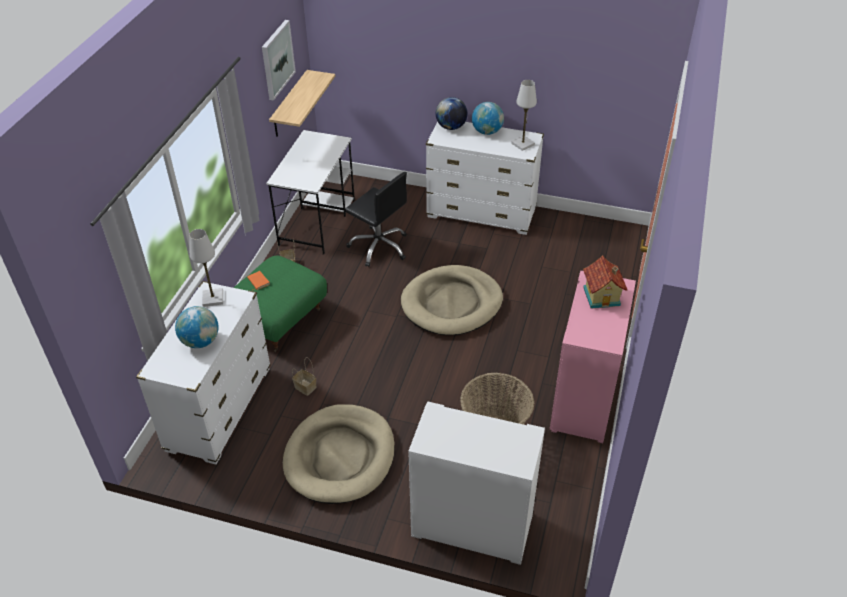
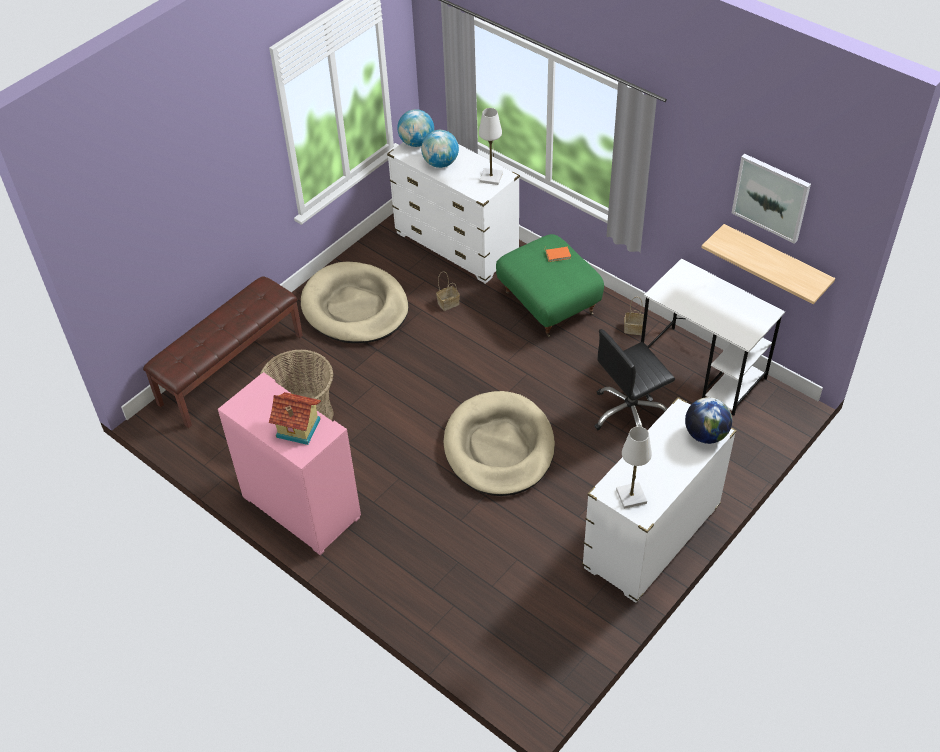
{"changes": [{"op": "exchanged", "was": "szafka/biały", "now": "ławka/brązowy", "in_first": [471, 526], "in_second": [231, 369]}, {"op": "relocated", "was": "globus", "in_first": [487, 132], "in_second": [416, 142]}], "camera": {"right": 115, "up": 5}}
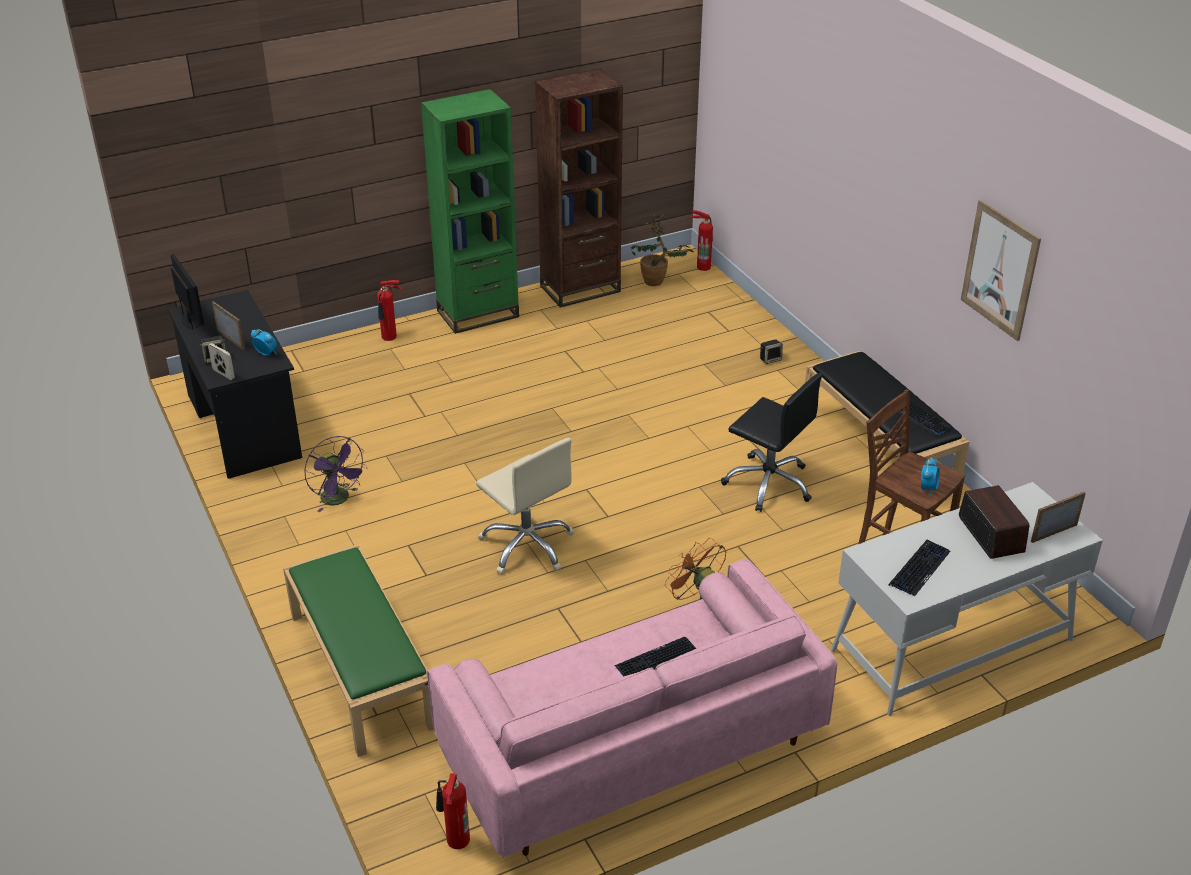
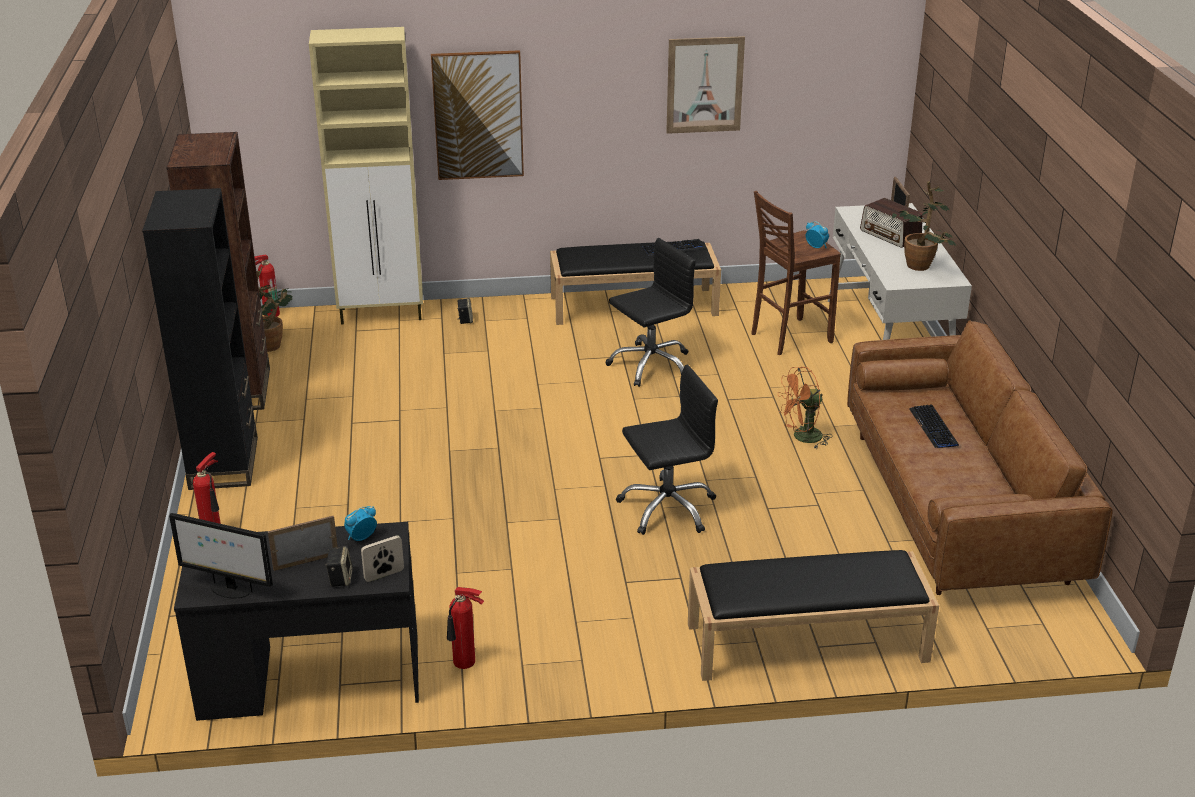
{"changes": [{"op": "colour", "was": "regał/zielony", "now": "regał/czarny", "in_first": [478, 314], "in_second": [224, 463]}, {"op": "spun", "was": "monitor", "in_first": [191, 321], "in_second": [229, 590], "clockwise": -150}, {"op": "appeared", "now": "szafka/beżowy", "in_second": [382, 314]}, {"op": "appeared", "now": "obraz", "in_second": [478, 115]}, {"op": "relocated", "was": "gaśnica", "in_first": [455, 841], "in_second": [464, 663]}, {"op": "colour", "was": "krzesło biurowe/beżowy", "now": "krzesło biurowe/czarny", "in_first": [527, 545], "in_second": [667, 508]}, {"op": "colour", "was": "ławka/zielony", "now": "ławka/czarny", "in_first": [360, 668], "in_second": [805, 643]}, {"op": "colour", "was": "kanapa/różowy", "now": "kanapa/brązowy", "in_first": [630, 746], "in_second": [957, 506]}, {"op": "spun", "was": "radio", "in_first": [990, 534], "in_second": [890, 235], "clockwise": -135}, {"op": "exchanged", "was": "klawiatura", "now": "roślina doniczkowa", "in_first": [919, 568], "in_second": [920, 268]}, {"op": "missing", "was": "wentylator/fioletowy", "in_first": [339, 500]}], "camera": {"right": -70, "up": -5}}
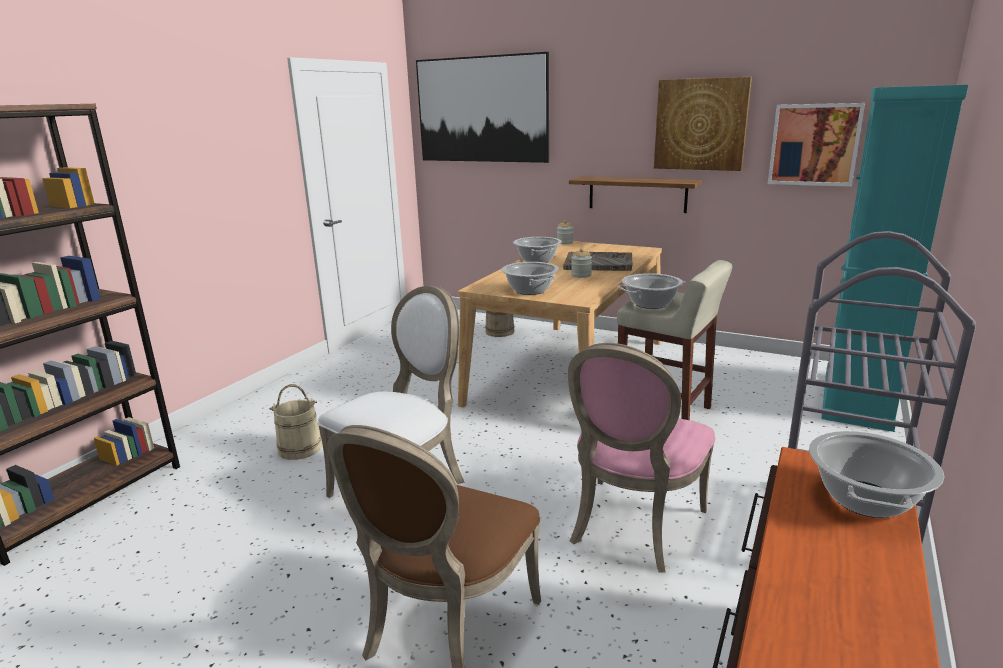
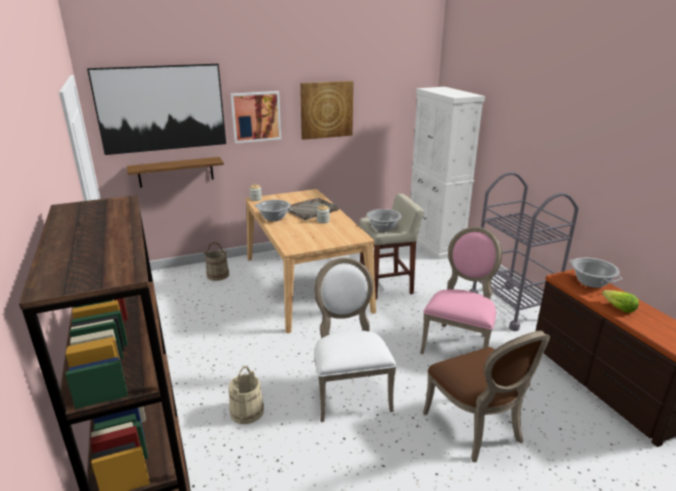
{"changes": [{"op": "relocated", "was": "półka", "in_first": [637, 194], "in_second": [176, 172]}, {"op": "relocated", "was": "obraz", "in_first": [814, 145], "in_second": [256, 116]}, {"op": "colour", "was": "szafka/turkusowy", "now": "szafka/biały", "in_first": [856, 399], "in_second": [435, 244]}, {"op": "spun", "was": "krzesło/różowy", "in_first": [632, 527], "in_second": [459, 343], "clockwise": -135}, {"op": "appeared", "now": "sałata", "in_second": [618, 308]}, {"op": "missing", "was": "garnek", "in_first": [529, 290]}], "camera": {"right": -50, "up": 5}}
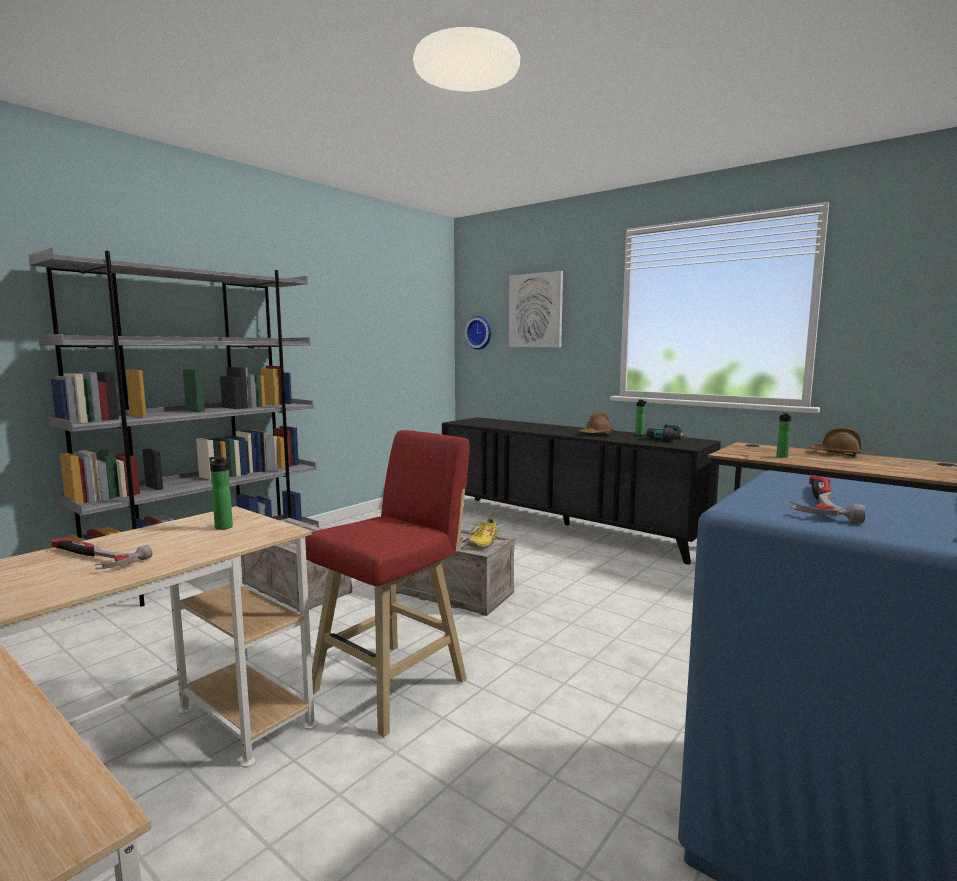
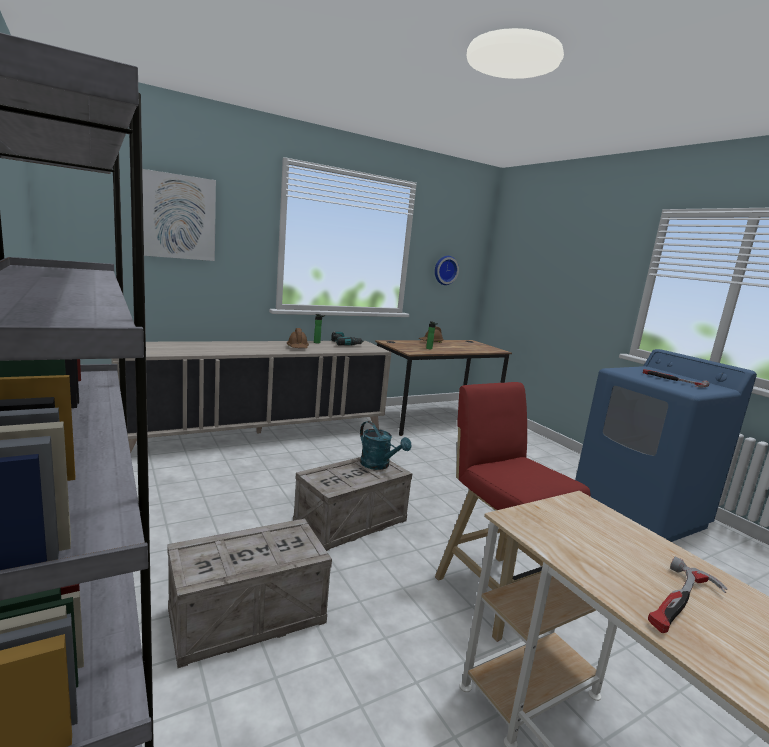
{"changes": [{"op": "colour", "was": "szafka/czarny", "now": "szafka/beżowy", "in_first": [564, 526], "in_second": [259, 434]}, {"op": "exchanged", "was": "but/żółty", "now": "konewka/turkusowy", "in_first": [483, 542], "in_second": [379, 465]}, {"op": "relocated", "was": "zegar ścienny", "in_first": [480, 332], "in_second": [445, 270]}, {"op": "missing", "was": "butelka", "in_first": [223, 526]}], "camera": {"right": -70, "up": 5}}
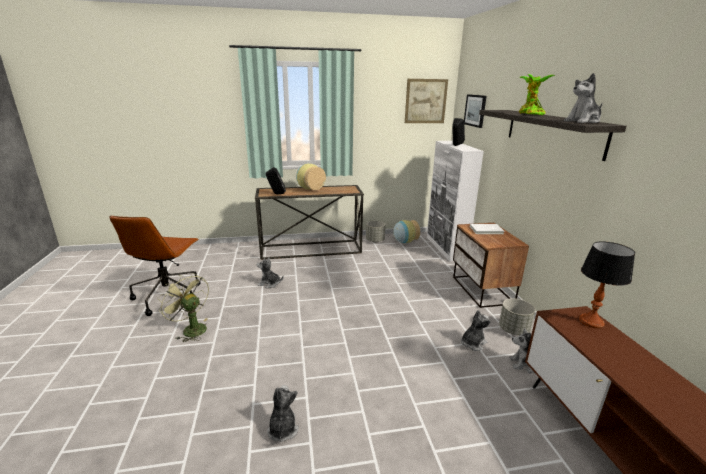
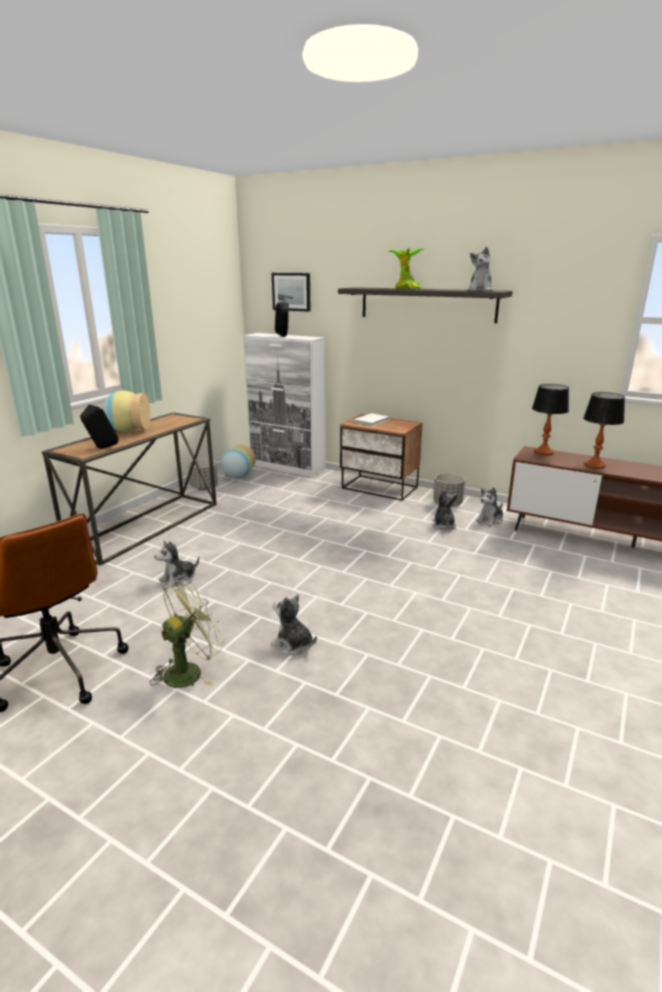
{"changes": [{"op": "spun", "was": "wentylator/zielony", "in_first": [191, 329], "in_second": [189, 671], "clockwise": 150}, {"op": "relocated", "was": "pluszak", "in_first": [282, 429], "in_second": [293, 644]}, {"op": "appeared", "now": "lampa stołowa", "in_second": [594, 465]}, {"op": "missing", "was": "obraz", "in_first": [425, 101]}], "camera": {"right": -50, "up": 0}}
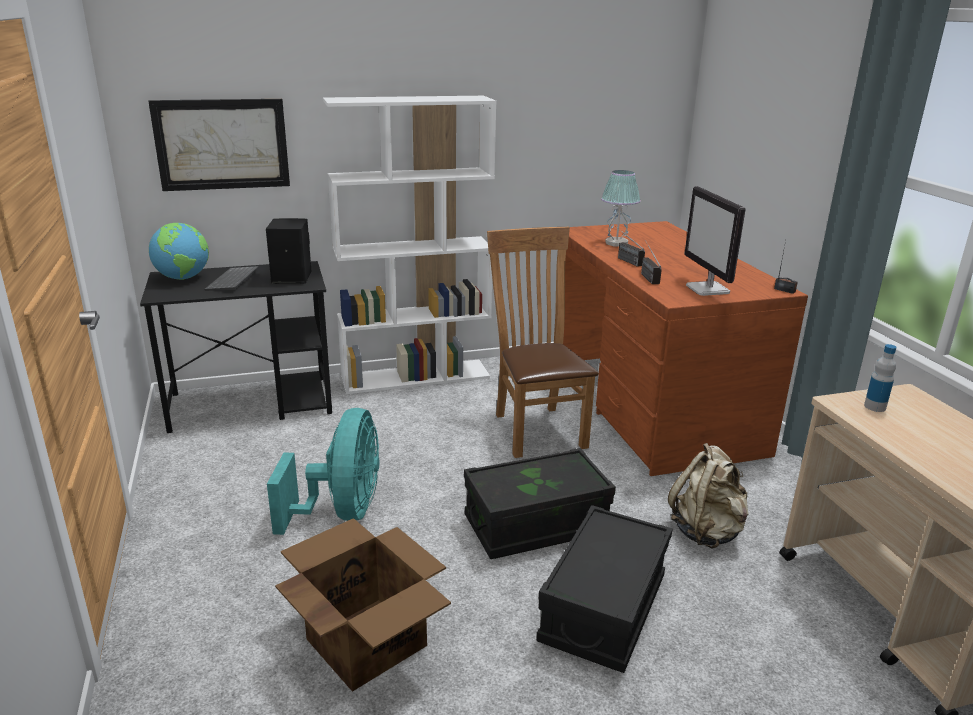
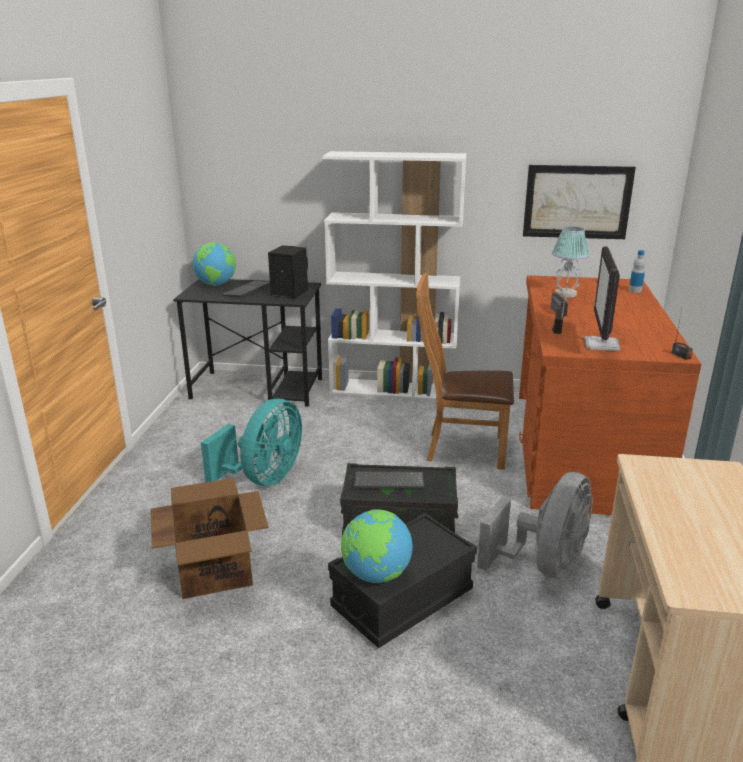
{"changes": [{"op": "appeared", "now": "globus", "in_second": [376, 575]}, {"op": "appeared", "now": "klawiatura", "in_second": [388, 482]}, {"op": "spun", "was": "krzesło/brązowy", "in_first": [536, 428], "in_second": [460, 448], "clockwise": -90}, {"op": "exchanged", "was": "plecak/beżowy", "now": "wentylator/szary", "in_first": [706, 531], "in_second": [544, 565]}, {"op": "relocated", "was": "obraz", "in_first": [222, 144], "in_second": [577, 202]}, {"op": "relocated", "was": "butelka", "in_first": [875, 407], "in_second": [635, 290]}], "camera": {"right": 25, "up": 0}}
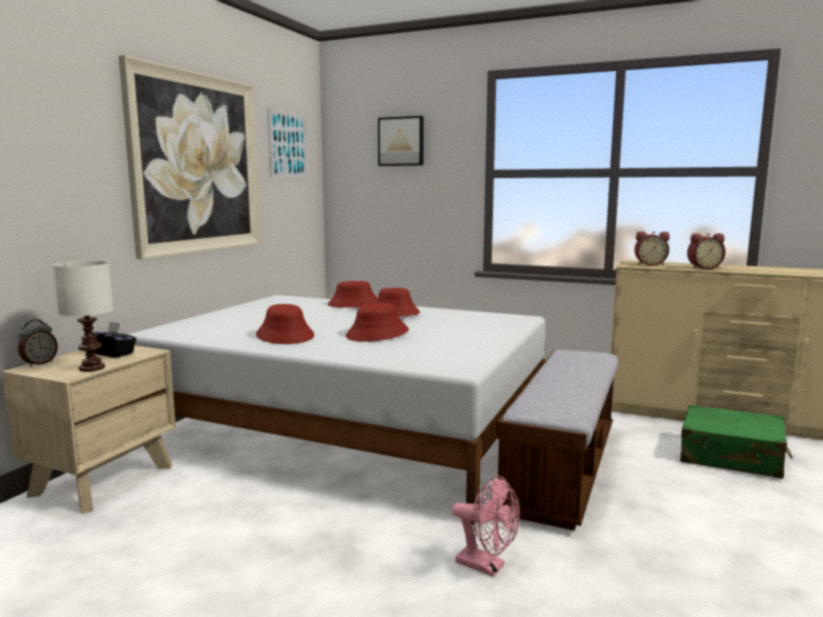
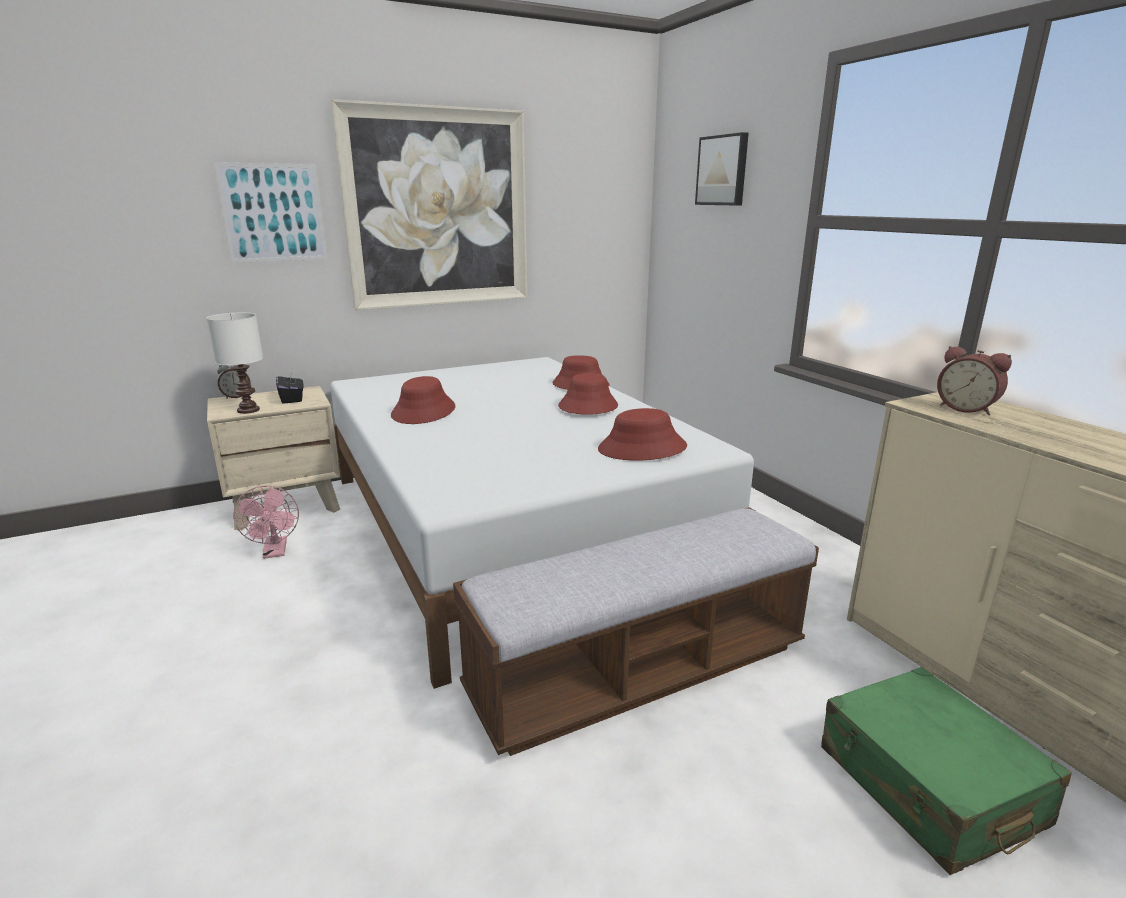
{"changes": [{"op": "relocated", "was": "obraz", "in_first": [288, 145], "in_second": [273, 213]}, {"op": "relocated", "was": "wentylator/różowy", "in_first": [487, 566], "in_second": [275, 552]}, {"op": "relocated", "was": "kapelusz/czerwony", "in_first": [377, 334], "in_second": [642, 448]}, {"op": "missing", "was": "budzik", "in_first": [703, 268]}], "camera": {"right": 40, "up": 10}}
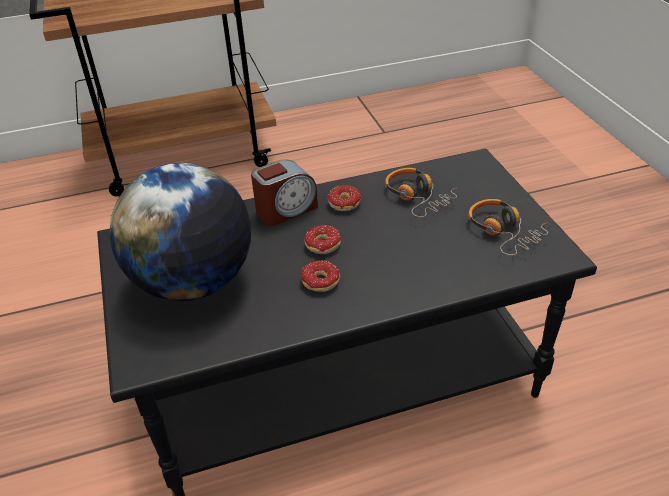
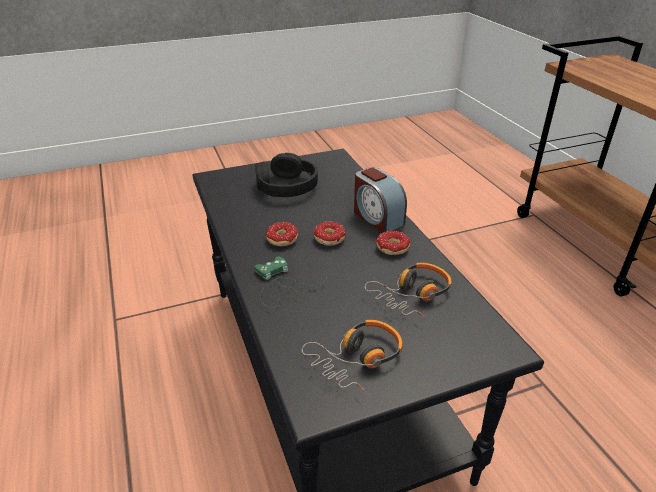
{"changes": [{"op": "appeared", "now": "pad do gier/zielony", "in_second": [281, 285]}, {"op": "exchanged", "was": "globus", "now": "słuchawki/czarny", "in_first": [194, 282], "in_second": [286, 187]}], "camera": {"right": 85, "up": -5}}
